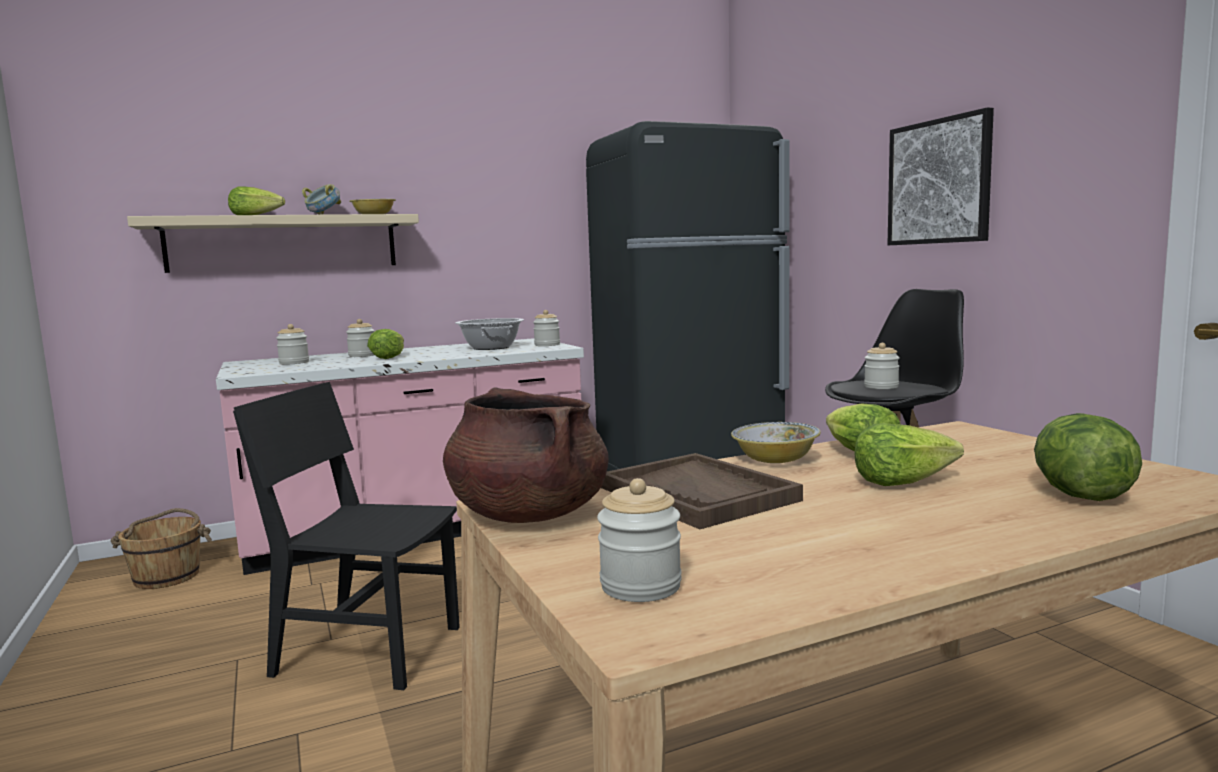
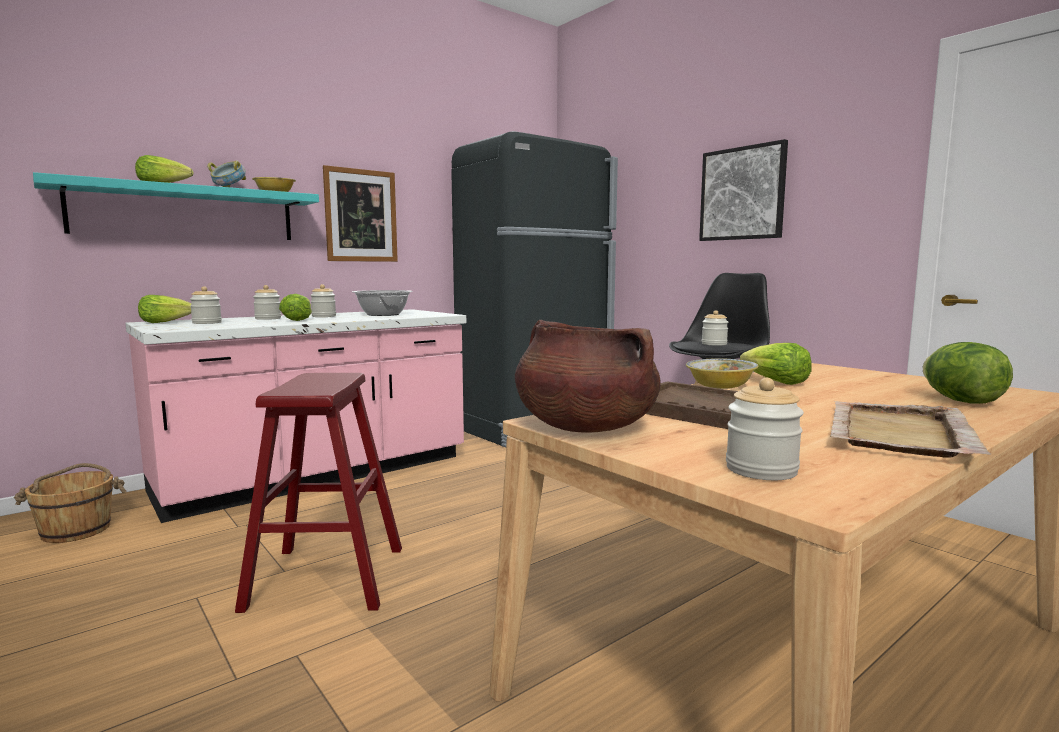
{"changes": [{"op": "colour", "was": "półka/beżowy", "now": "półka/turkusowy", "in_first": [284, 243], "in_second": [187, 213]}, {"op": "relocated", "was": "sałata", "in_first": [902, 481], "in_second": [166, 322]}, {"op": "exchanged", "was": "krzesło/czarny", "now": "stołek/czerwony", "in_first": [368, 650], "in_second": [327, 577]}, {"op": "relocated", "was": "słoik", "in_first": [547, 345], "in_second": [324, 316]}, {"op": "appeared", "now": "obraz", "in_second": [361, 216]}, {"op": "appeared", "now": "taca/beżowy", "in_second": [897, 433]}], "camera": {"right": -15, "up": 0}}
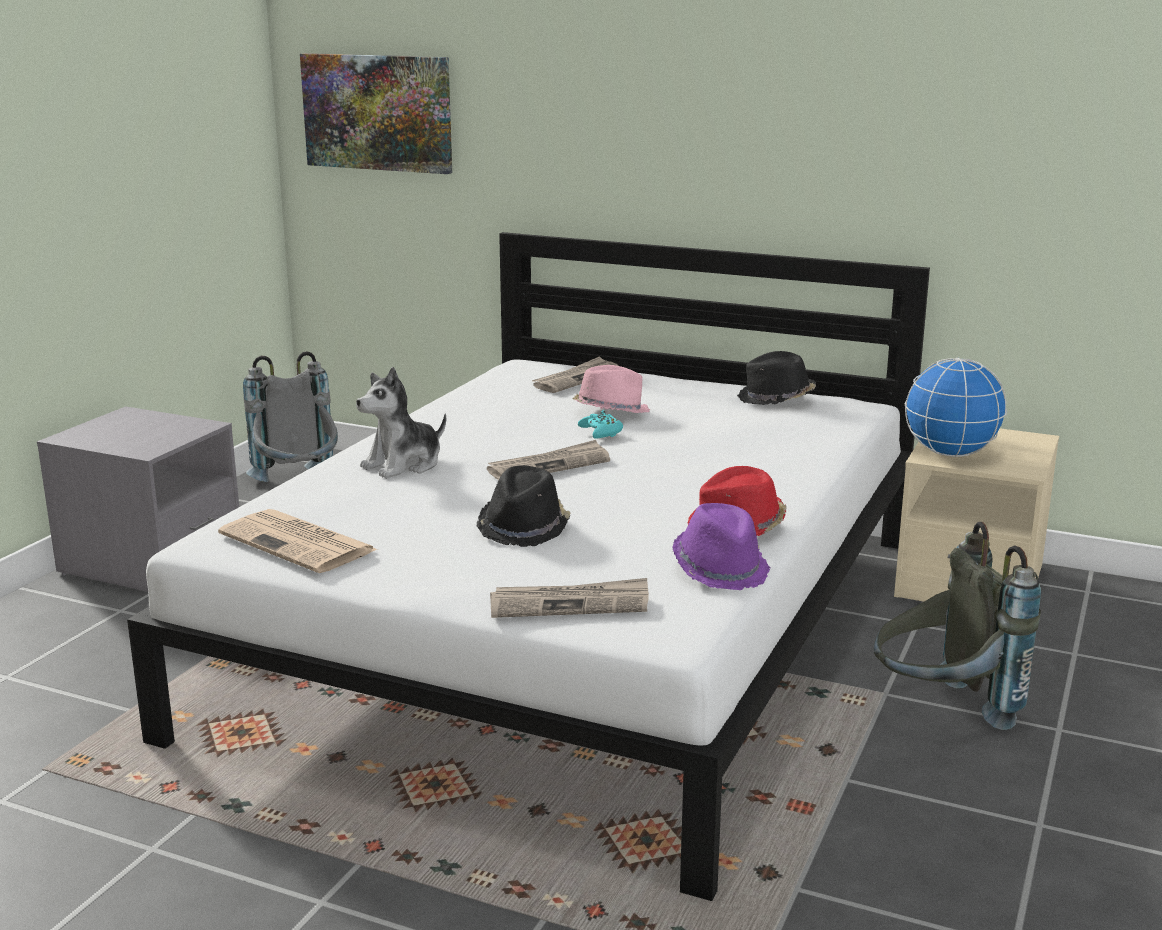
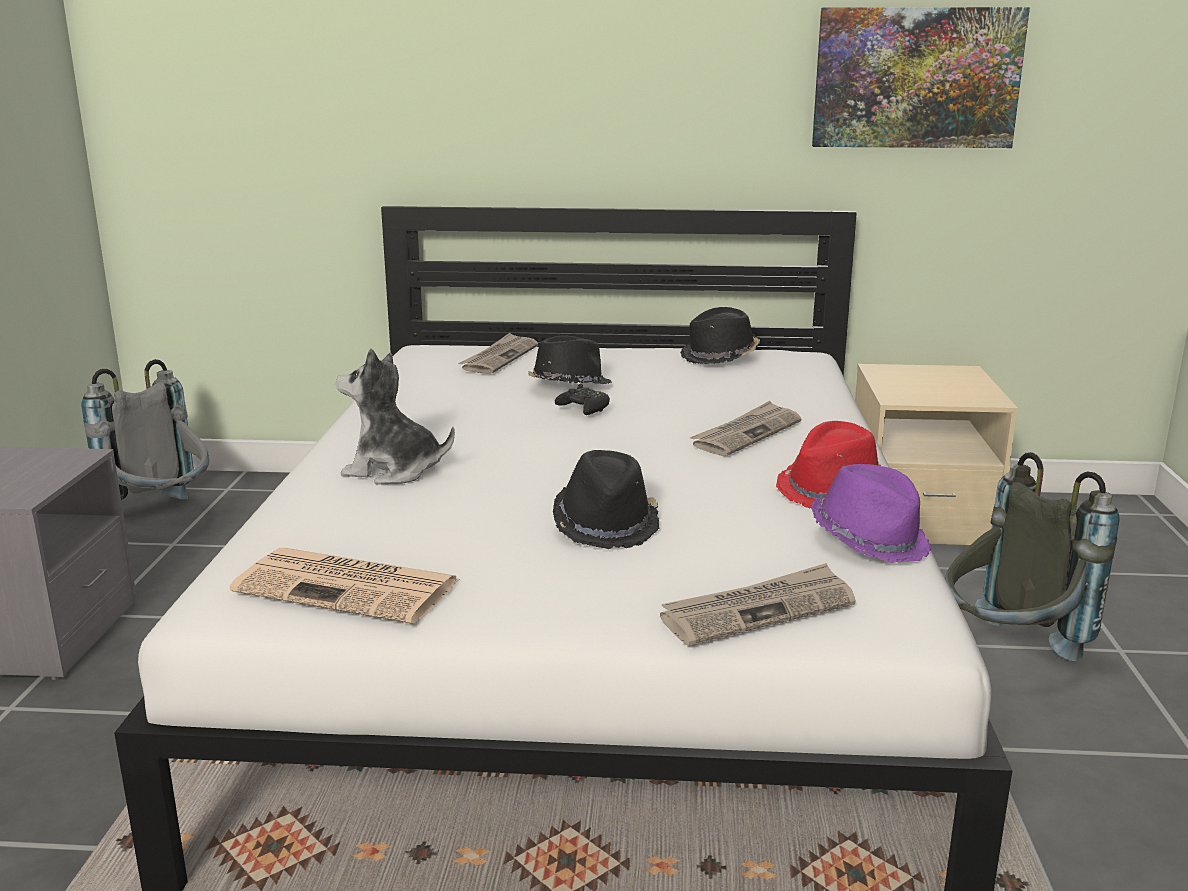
{"changes": [{"op": "spun", "was": "pluszak", "in_first": [403, 465], "in_second": [393, 471], "clockwise": 75}, {"op": "colour", "was": "kapelusz/różowy", "now": "kapelusz/czarny", "in_first": [610, 411], "in_second": [568, 386]}, {"op": "colour", "was": "pad do gier/turkusowy", "now": "pad do gier/czarny", "in_first": [601, 432], "in_second": [584, 408]}, {"op": "relocated", "was": "gazeta", "in_first": [549, 465], "in_second": [746, 433]}, {"op": "relocated", "was": "obraz", "in_first": [378, 112], "in_second": [916, 78]}, {"op": "missing", "was": "globus", "in_first": [949, 453]}], "camera": {"right": -20, "up": 0}}
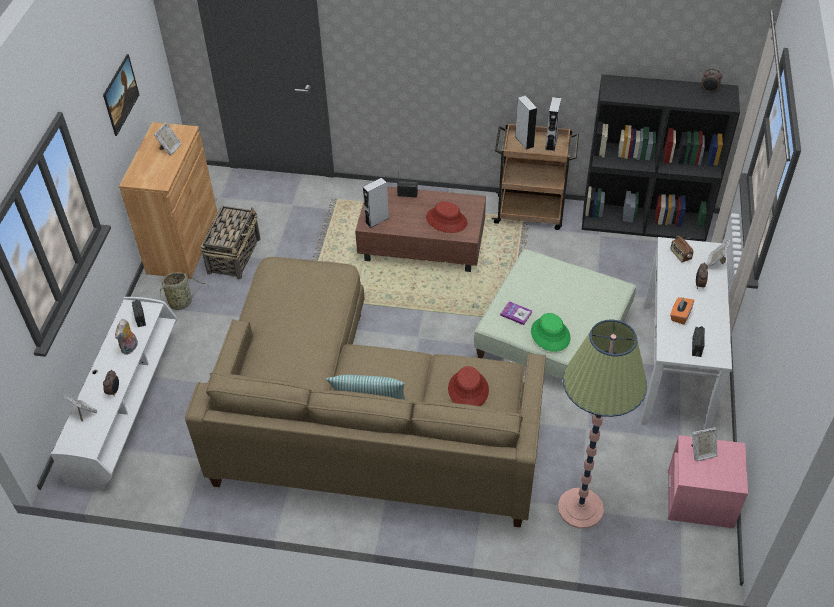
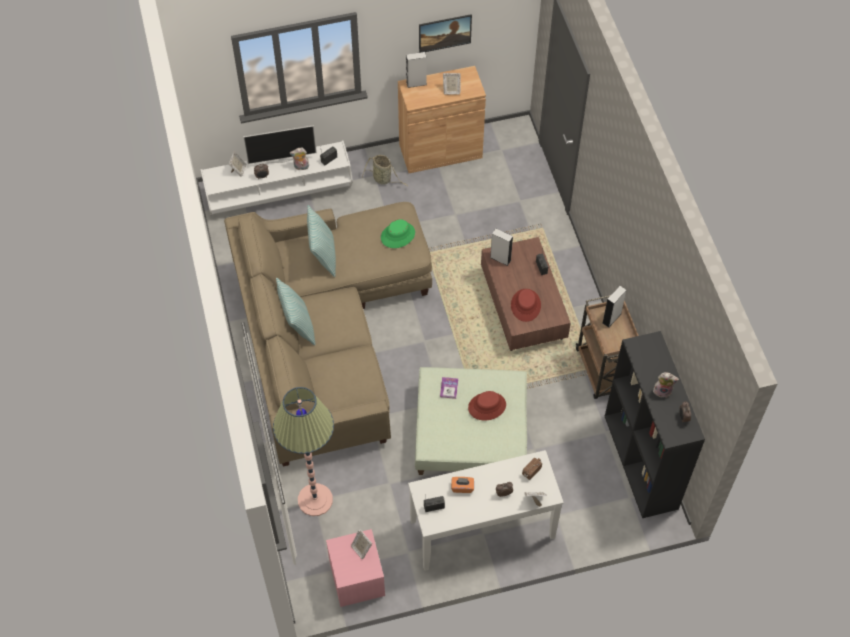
{"changes": [{"op": "appeared", "now": "telewizor", "in_second": [282, 159]}, {"op": "appeared", "now": "poduszka", "in_second": [323, 255]}, {"op": "relocated", "was": "kapelusz/zielony", "in_first": [550, 335], "in_second": [397, 235]}, {"op": "relocated", "was": "głośnik/szary", "in_first": [551, 143], "in_second": [416, 83]}, {"op": "relocated", "was": "kapelusz/czerwony", "in_first": [468, 390], "in_second": [487, 406]}, {"op": "appeared", "now": "pluszak", "in_second": [663, 390]}, {"op": "missing", "was": "koszyk", "in_first": [234, 255]}], "camera": {"right": 65, "up": 10}}
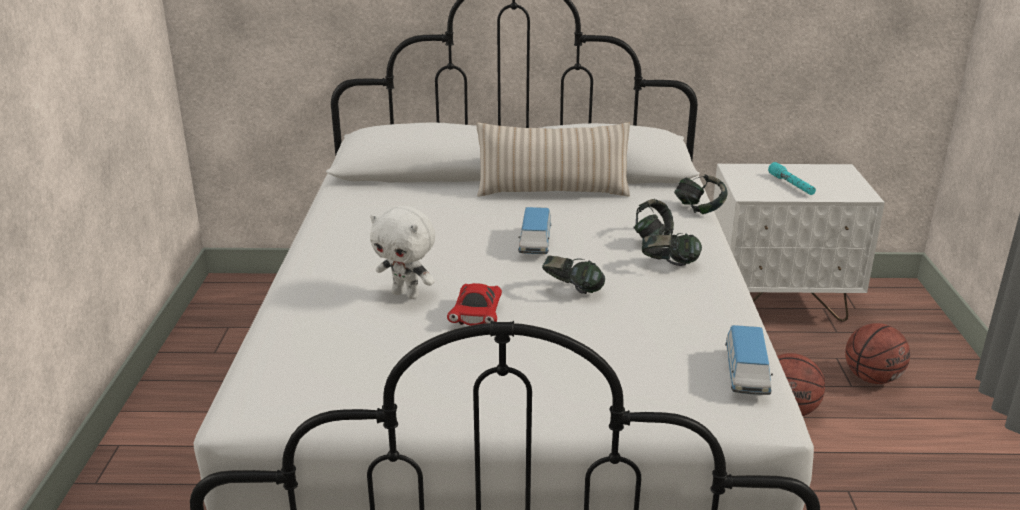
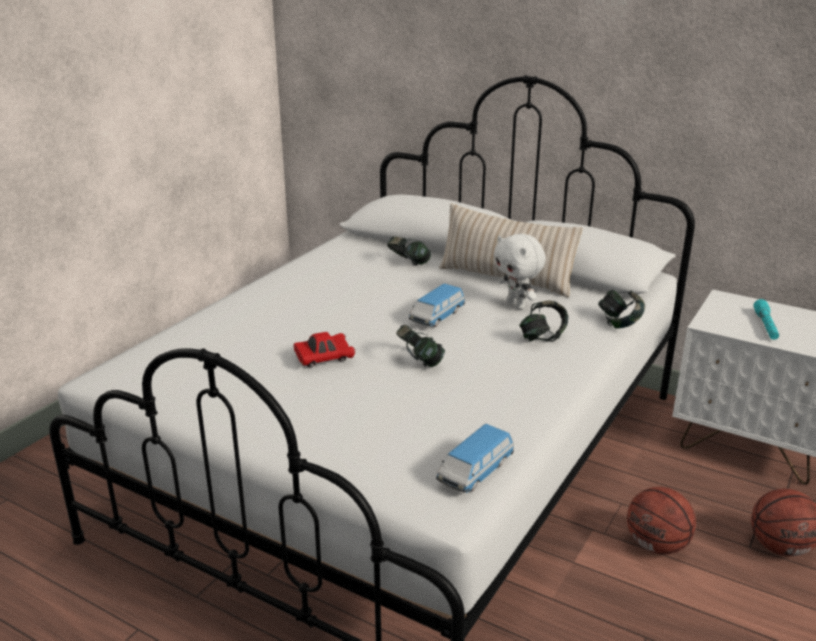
{"changes": [{"op": "spun", "was": "samochodzik/czerwony", "in_first": [476, 315], "in_second": [324, 359], "clockwise": -150}, {"op": "relocated", "was": "słuchawki", "in_first": [669, 266], "in_second": [408, 263]}, {"op": "relocated", "was": "pluszak/biały", "in_first": [406, 294], "in_second": [516, 305]}], "camera": {"right": 30, "up": 0}}
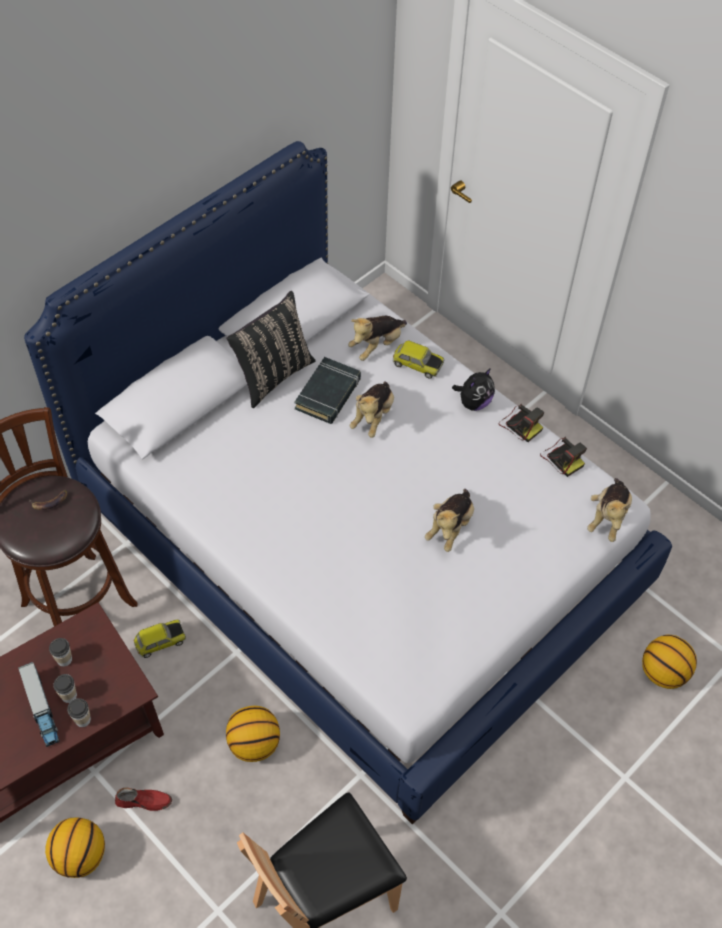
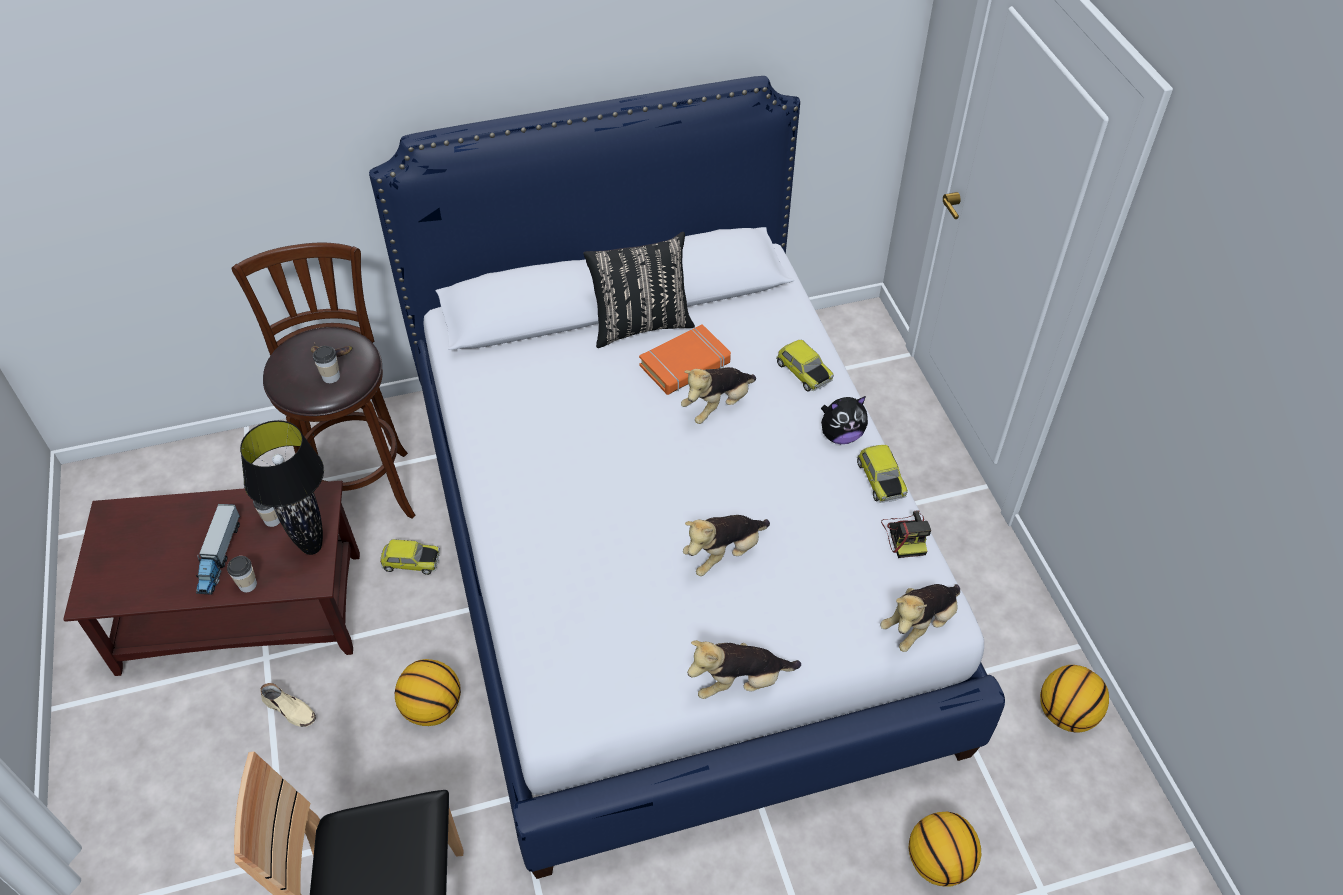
{"changes": [{"op": "appeared", "now": "lampa stołowa/czarny", "in_second": [311, 548]}, {"op": "colour", "was": "but/czerwony", "now": "but/beżowy", "in_first": [144, 801], "in_second": [290, 709]}, {"op": "relocated", "was": "filiżanka", "in_first": [69, 695], "in_second": [331, 377]}, {"op": "colour", "was": "książka/czarny", "now": "książka/pomarańczowy", "in_first": [328, 394], "in_second": [685, 365]}, {"op": "relocated", "was": "pluszak", "in_first": [377, 345], "in_second": [739, 682]}, {"op": "exchanged", "was": "aparat fotograficzny", "now": "samochodzik", "in_first": [520, 424], "in_second": [879, 479]}, {"op": "relocated", "was": "piłka do koszykówki", "in_first": [80, 855], "in_second": [1066, 713]}], "camera": {"right": 30, "up": -5}}
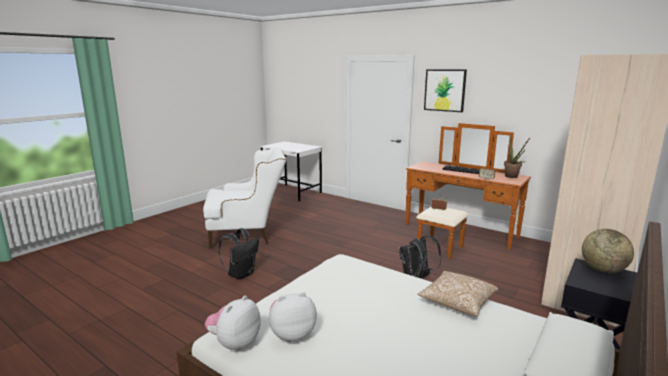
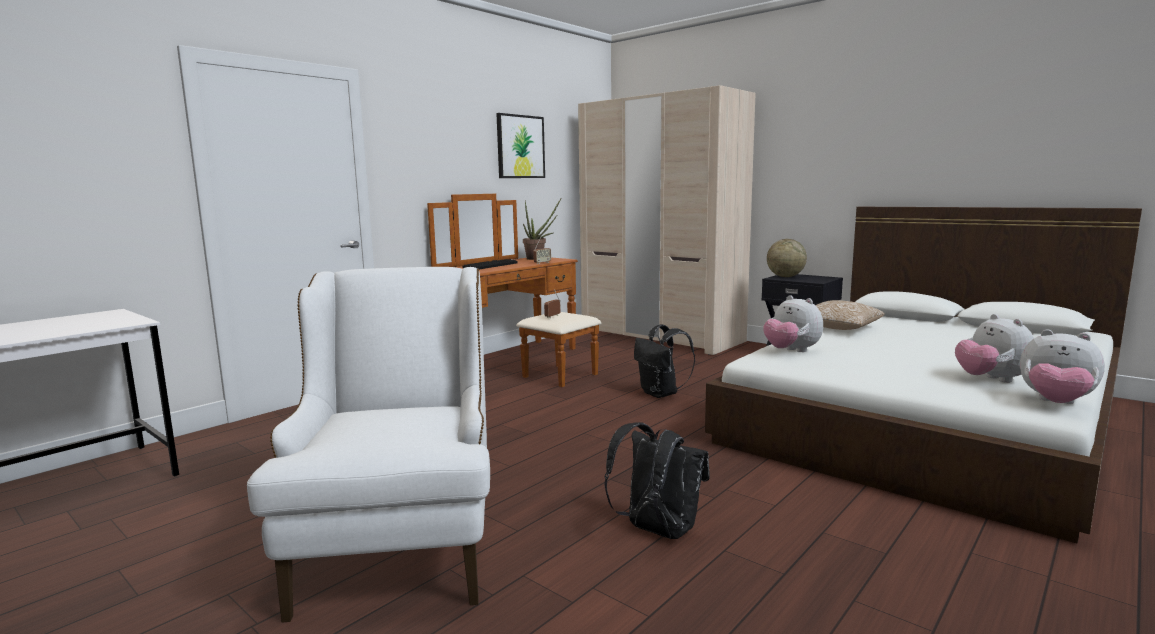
{"changes": [{"op": "relocated", "was": "obraz", "in_first": [445, 90], "in_second": [520, 147]}, {"op": "appeared", "now": "pluszak", "in_second": [791, 351]}], "camera": {"right": -85, "up": -5}}
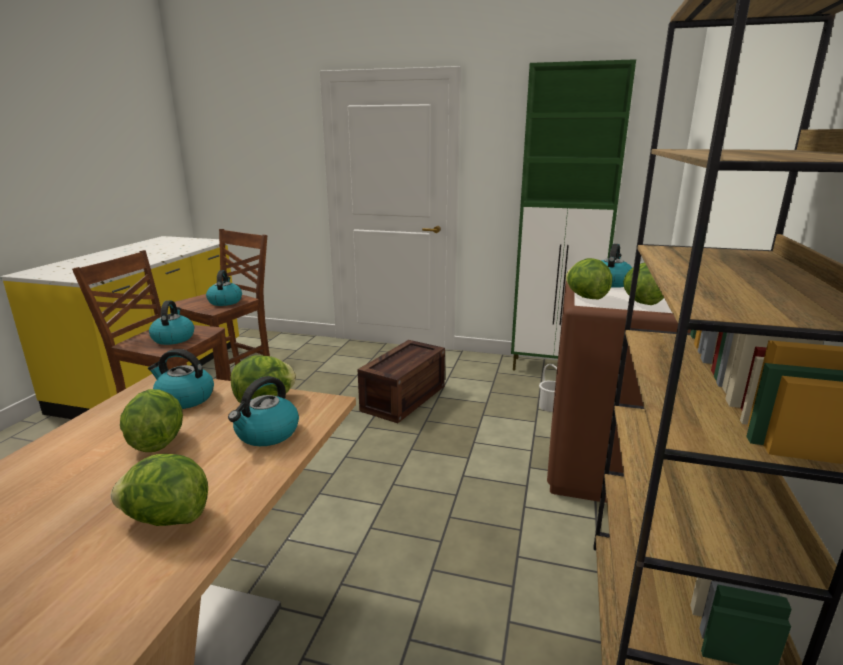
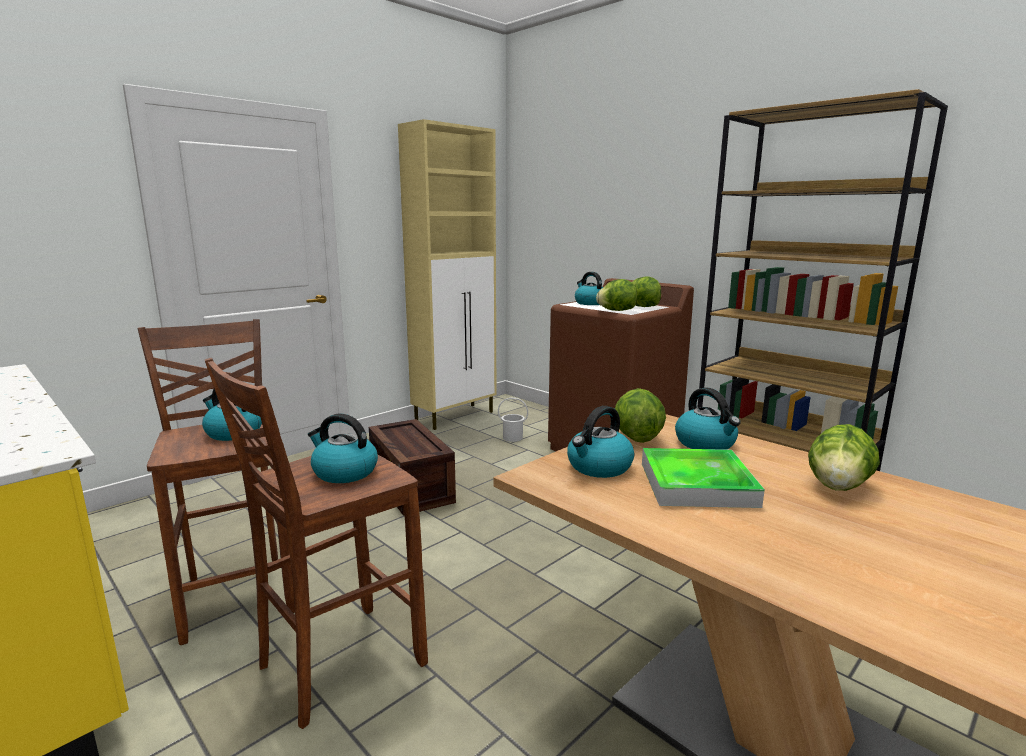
{"changes": [{"op": "colour", "was": "szafka/zielony", "now": "szafka/beżowy", "in_first": [553, 368], "in_second": [455, 416]}, {"op": "exchanged", "was": "sałata", "now": "taca", "in_first": [157, 442], "in_second": [697, 484]}], "camera": {"right": -60, "up": -5}}
